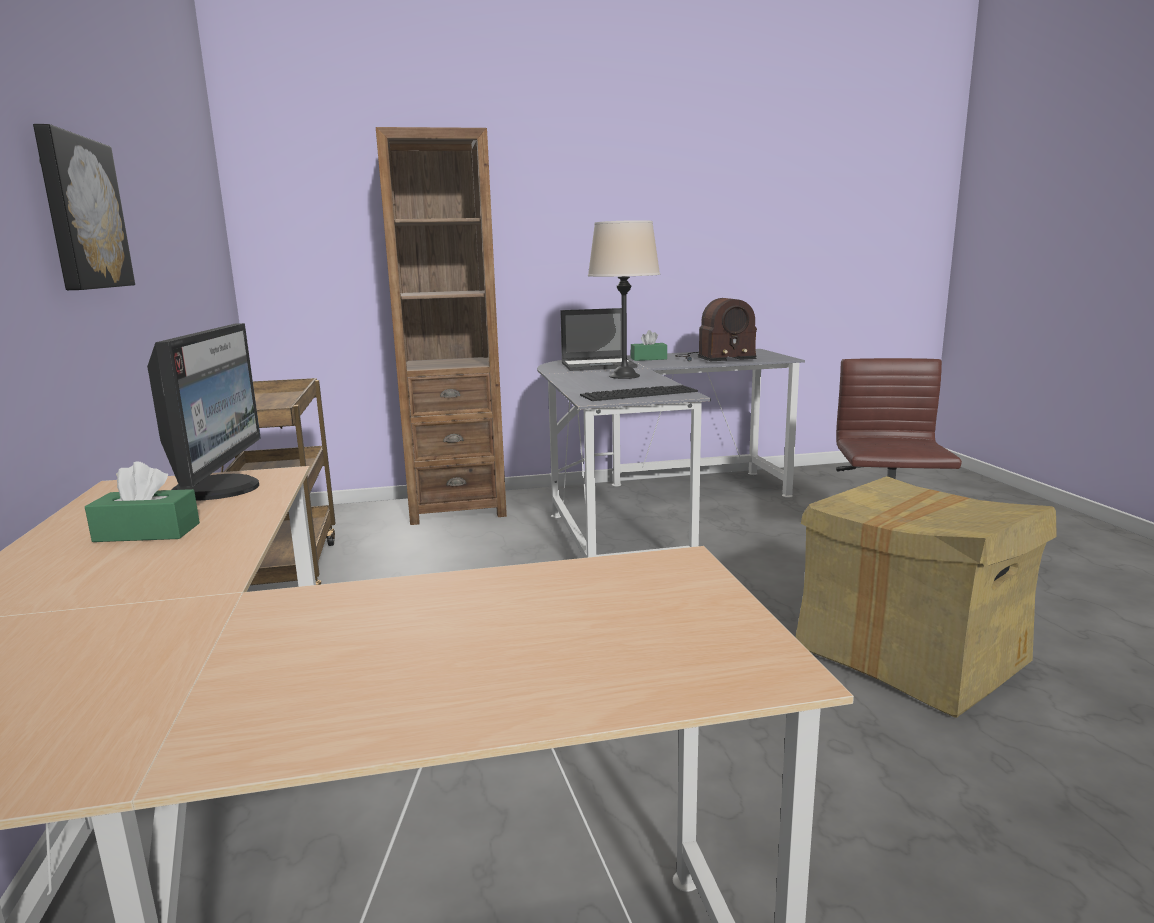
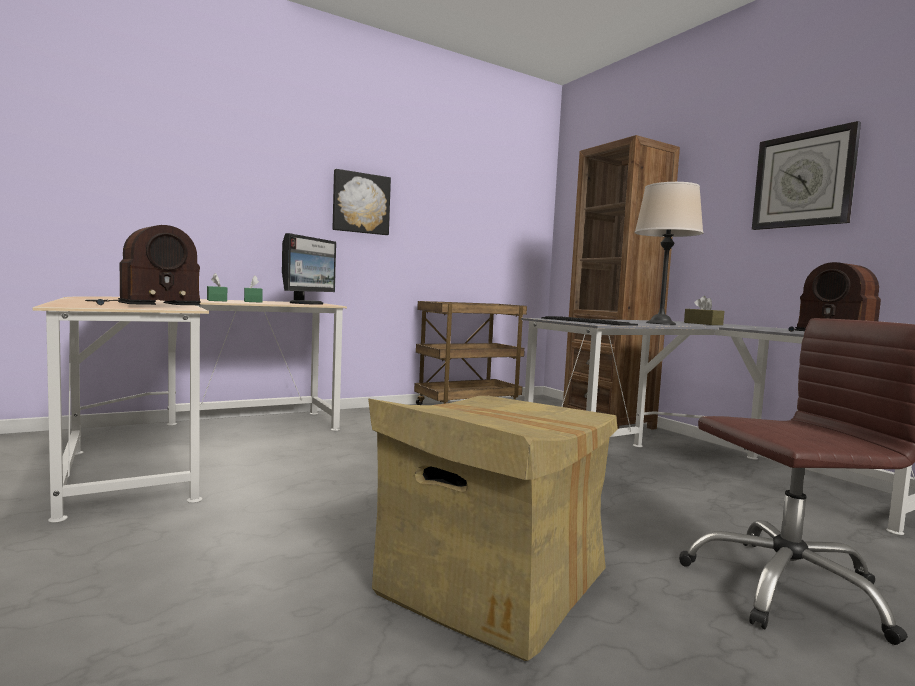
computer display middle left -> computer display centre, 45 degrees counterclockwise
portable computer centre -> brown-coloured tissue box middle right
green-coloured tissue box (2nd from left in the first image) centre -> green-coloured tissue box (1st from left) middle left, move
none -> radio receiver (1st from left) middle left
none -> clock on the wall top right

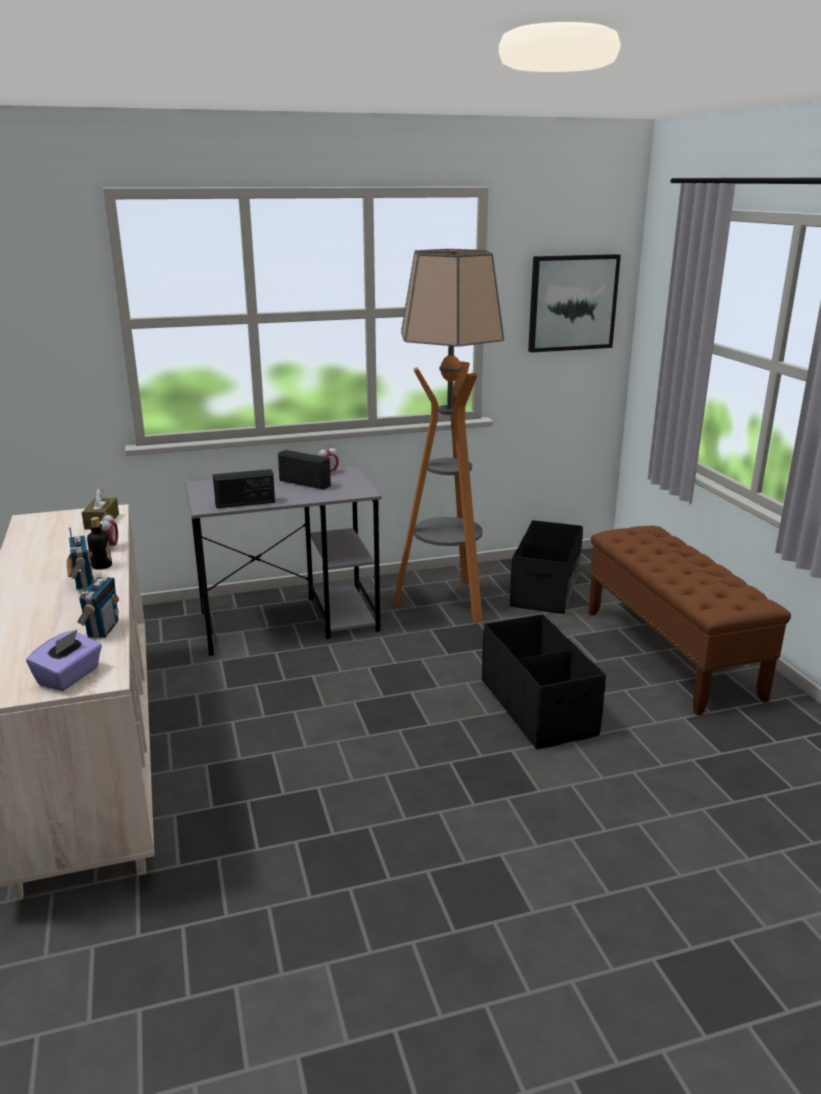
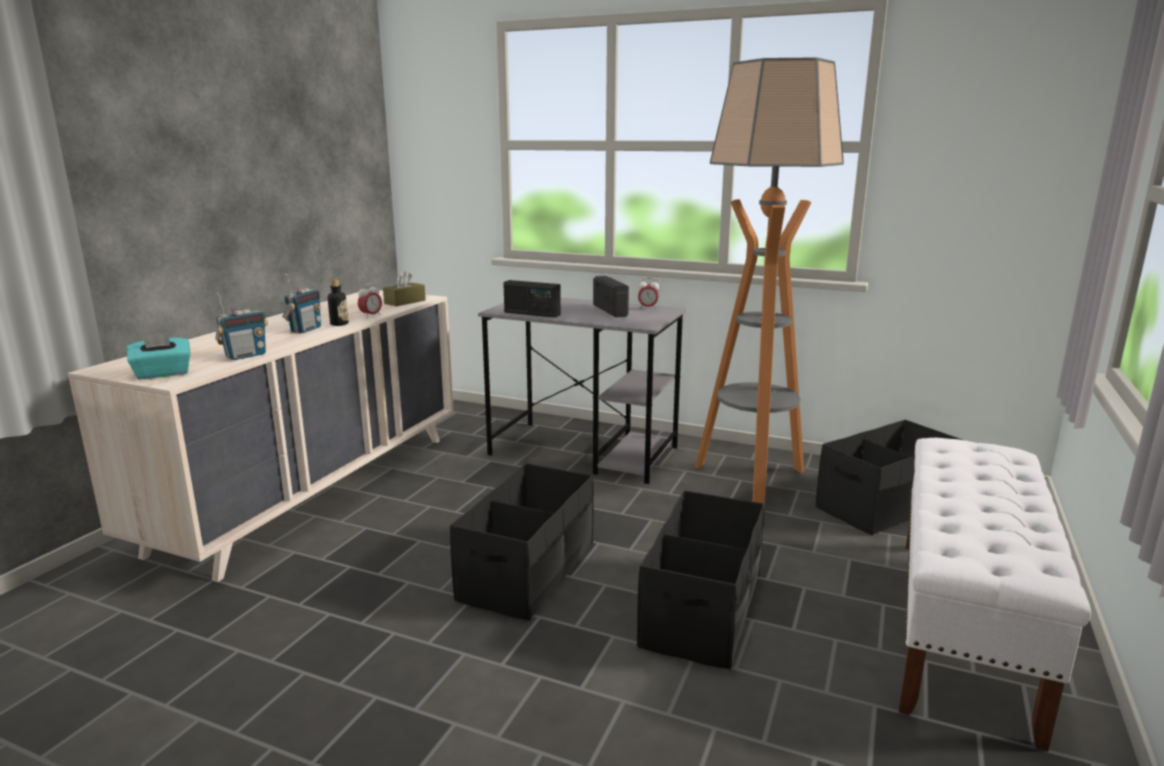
purplish tissue box middle left -> turquoise tissue box middle left
wall art top right -> none
brown-coloured long seat middle right -> white-coloured long seat bottom right
none -> black-coloured storage box (1st from left) bottom centre

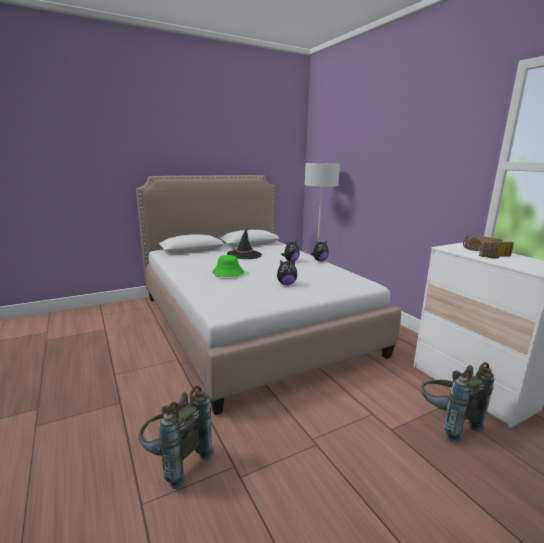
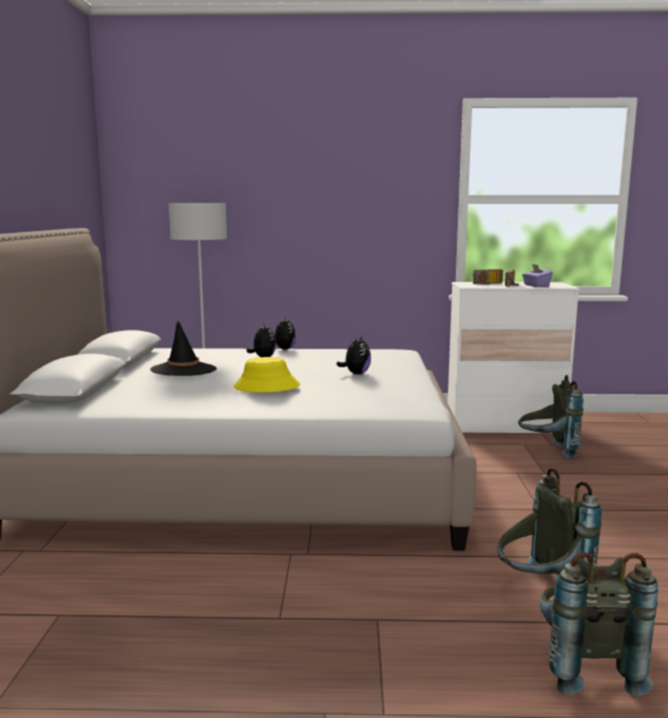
green-coloured hat centre -> yellow-coloured hat centre
none -> purplish tissue box middle right
none -> gray knapsack (3rd from left) bottom right

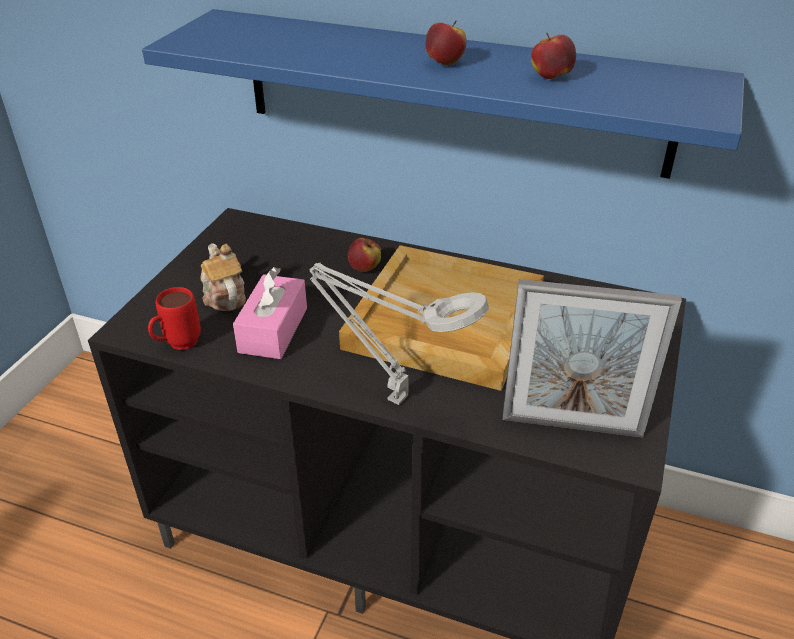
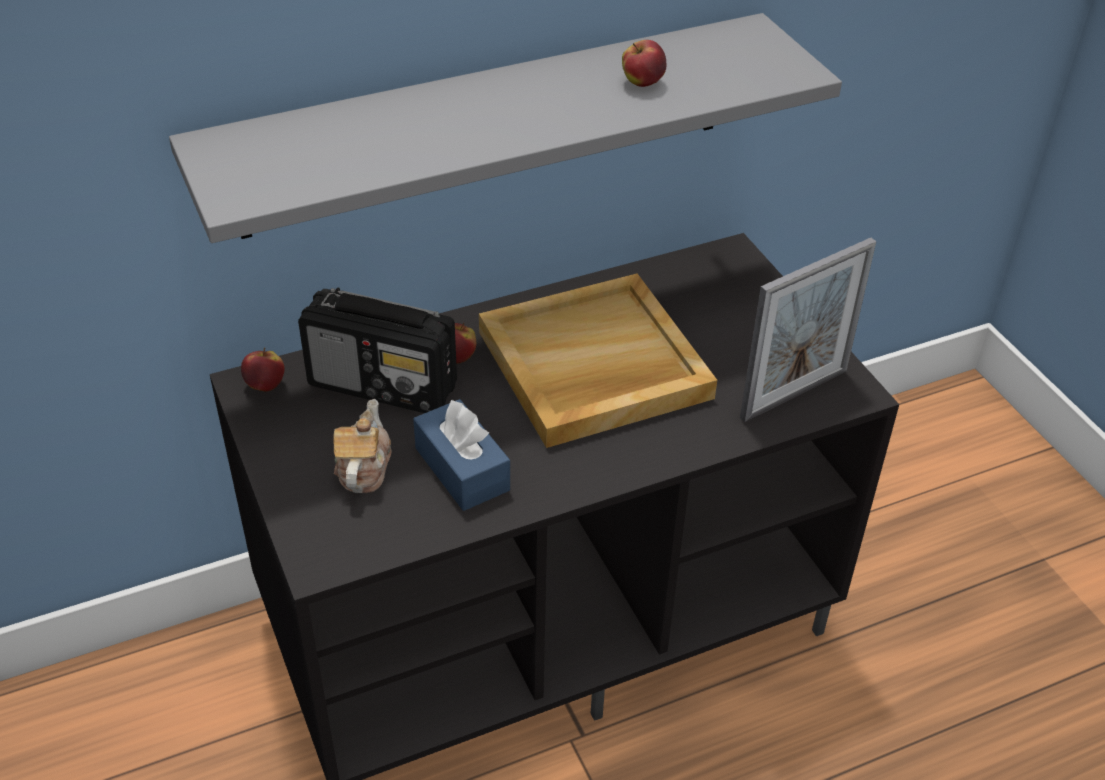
blue-coloured shelf top centre -> gray shelf top centre
reddish tea mug middle left -> none
pot for tea middle left, 75 degrees clockwise
pink tissue box centre -> blue-coloured tissue box centre
gray table lamp centre -> none
apple (2nd from left in the first image) top centre -> apple (1st from left) middle left, move
none -> radio receiver centre

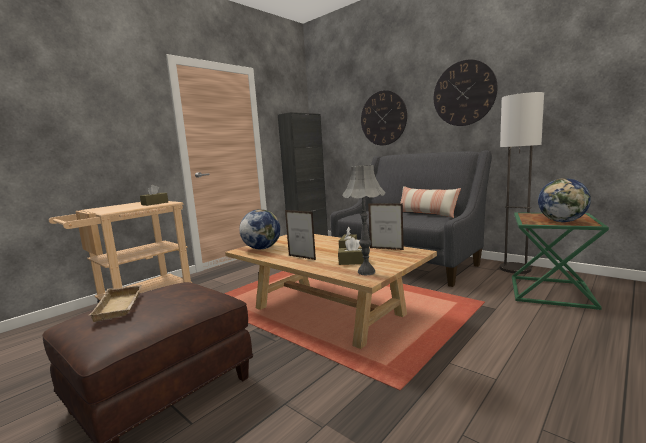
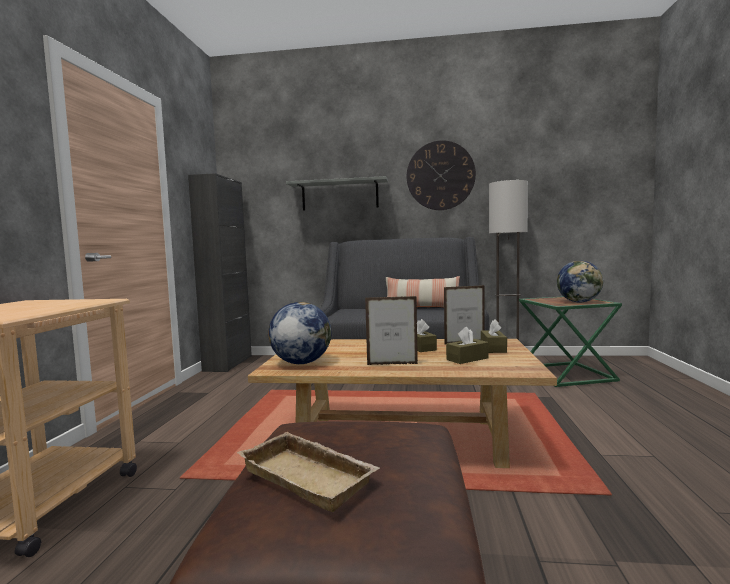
brown-coloured tissue box (1st from left in the first image) middle left -> brown-coloured tissue box (3rd from left) middle right, move
gray table lamp centre -> none
clock on the wall (1st from left) top centre -> gray shelf top centre

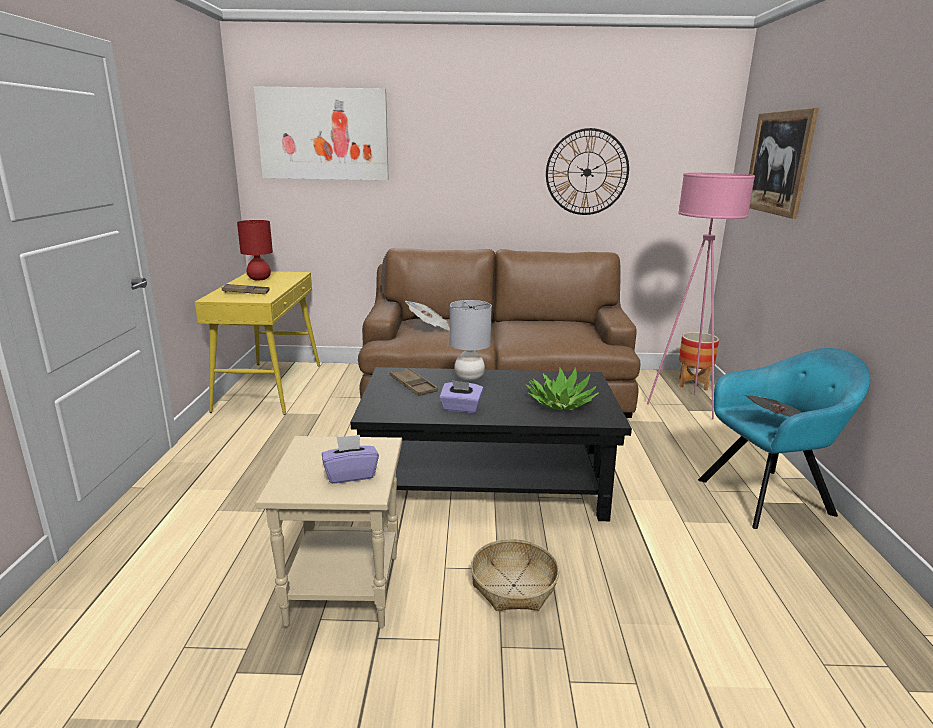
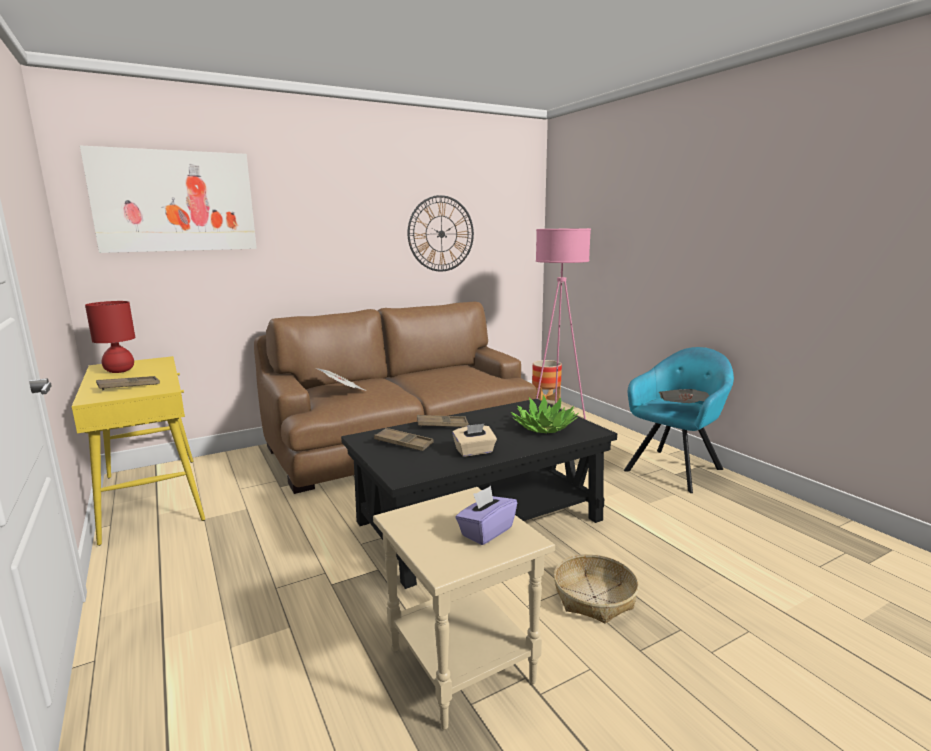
purplish tissue box (2nd from left) centre -> beige-coloured tissue box centre
gray table lamp centre -> brown-coloured tray (3rd from left) centre
wall art (2nd from left) top right -> none

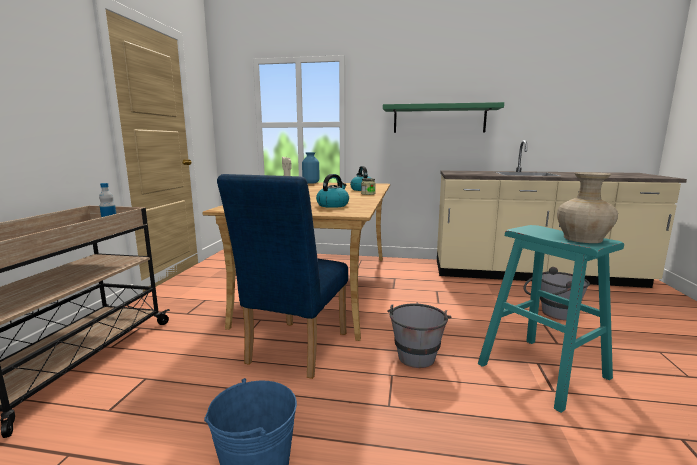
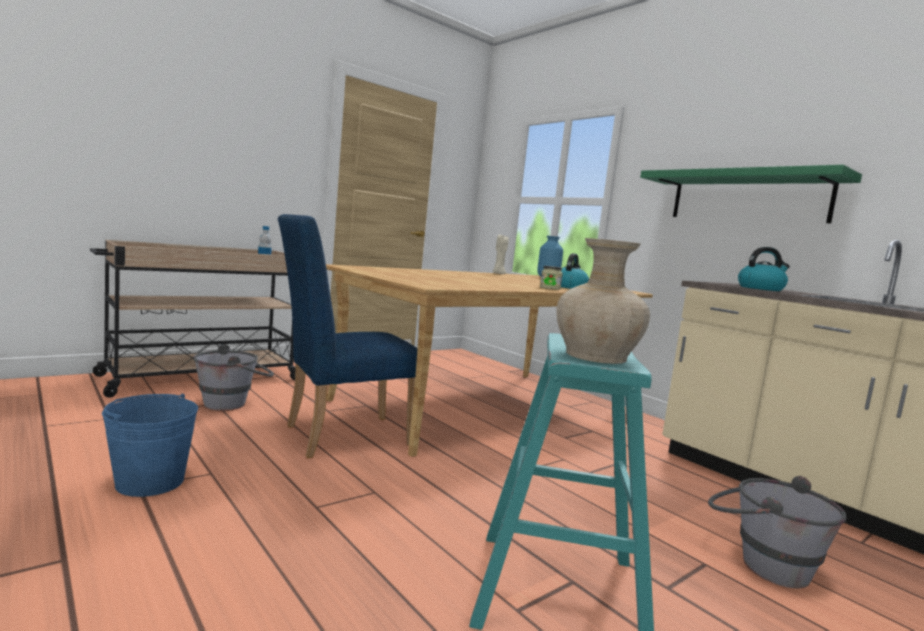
kettle (1st from left in the first image) centre -> kettle (2nd from left) middle right, move
gray pail (1st from left) bottom centre -> gray pail (1st from left) middle left, move

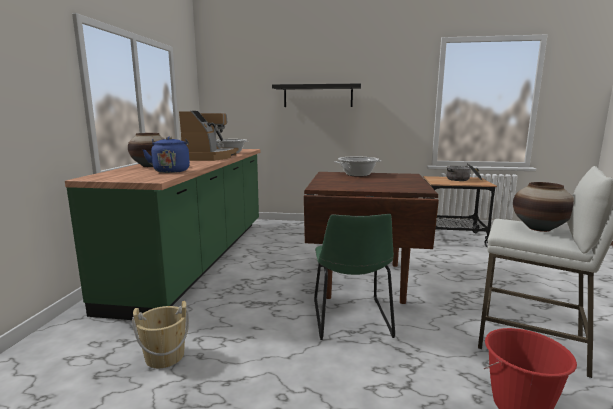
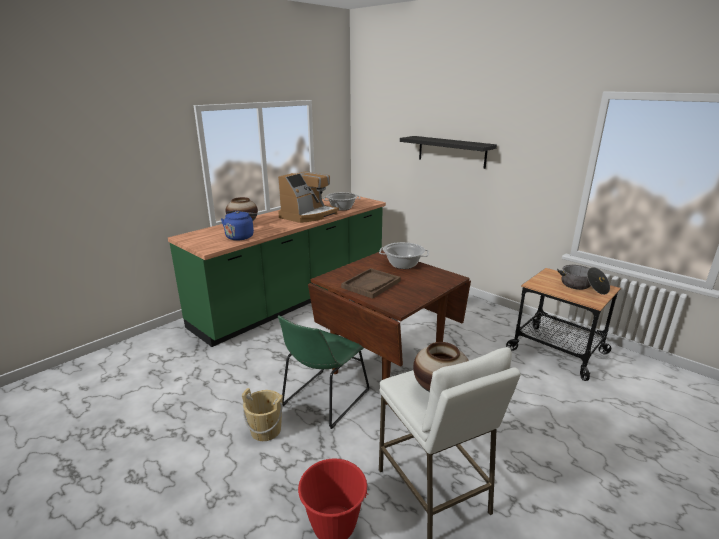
beige-coloured pail bottom left -> beige-coloured pail bottom centre, move
none -> brown-coloured tray centre

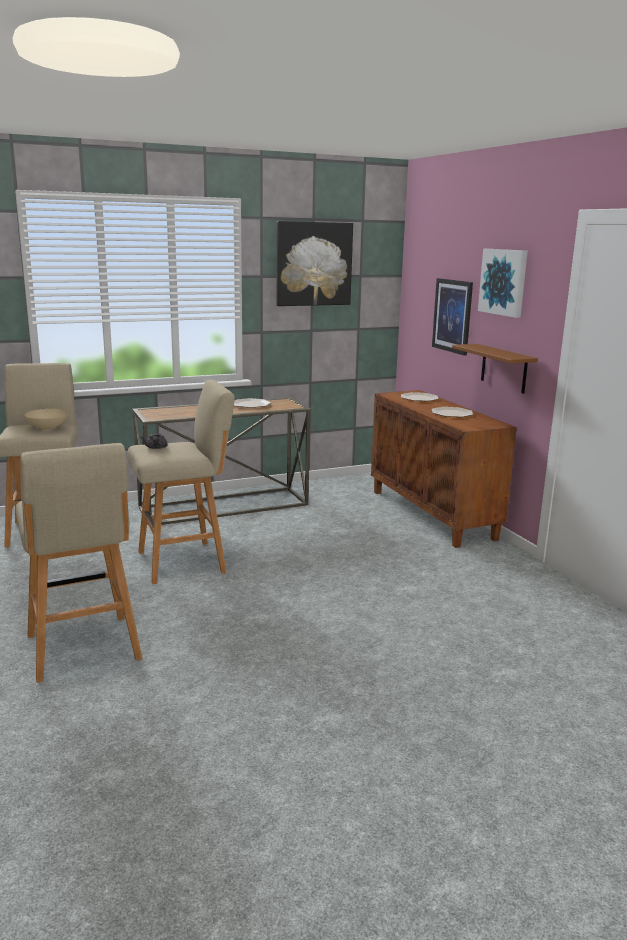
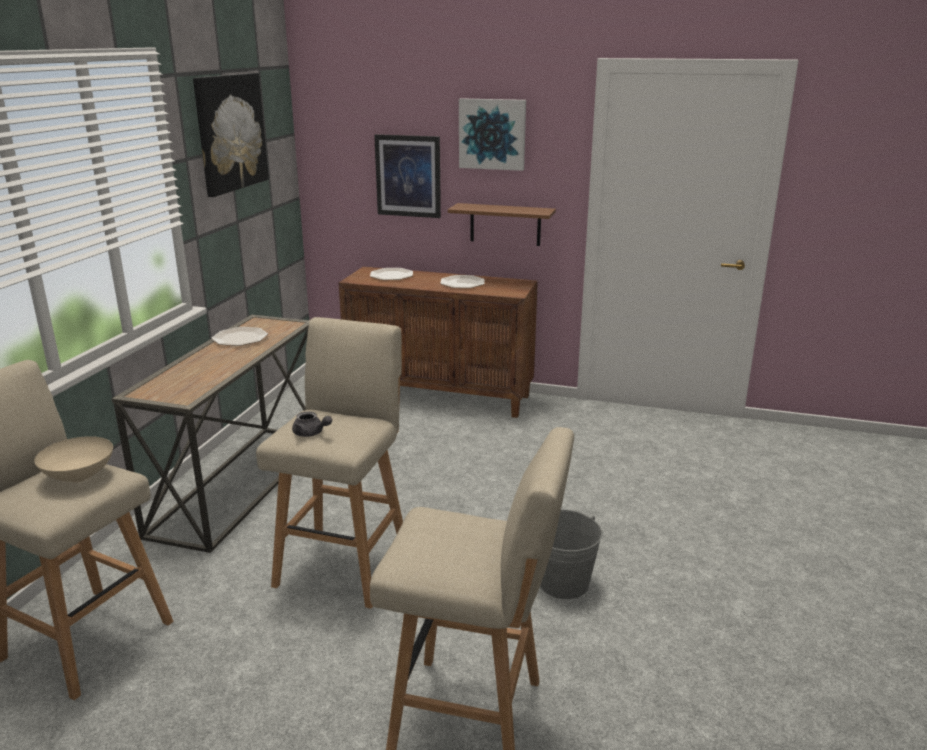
none -> gray pail bottom centre

